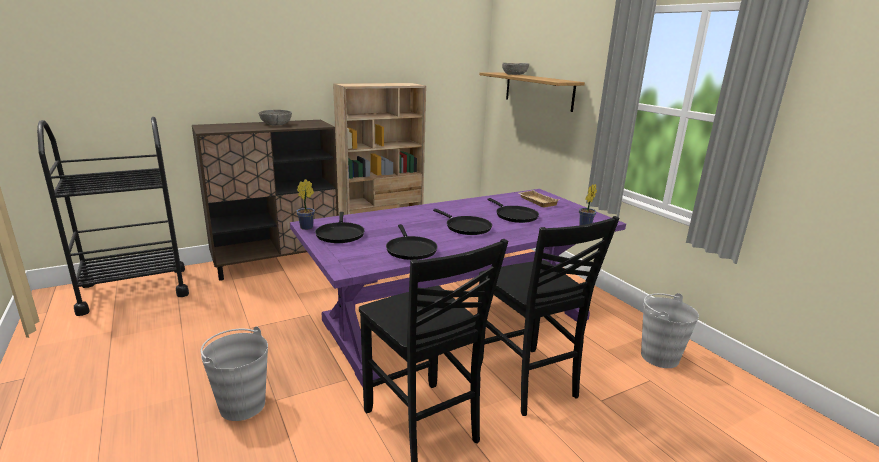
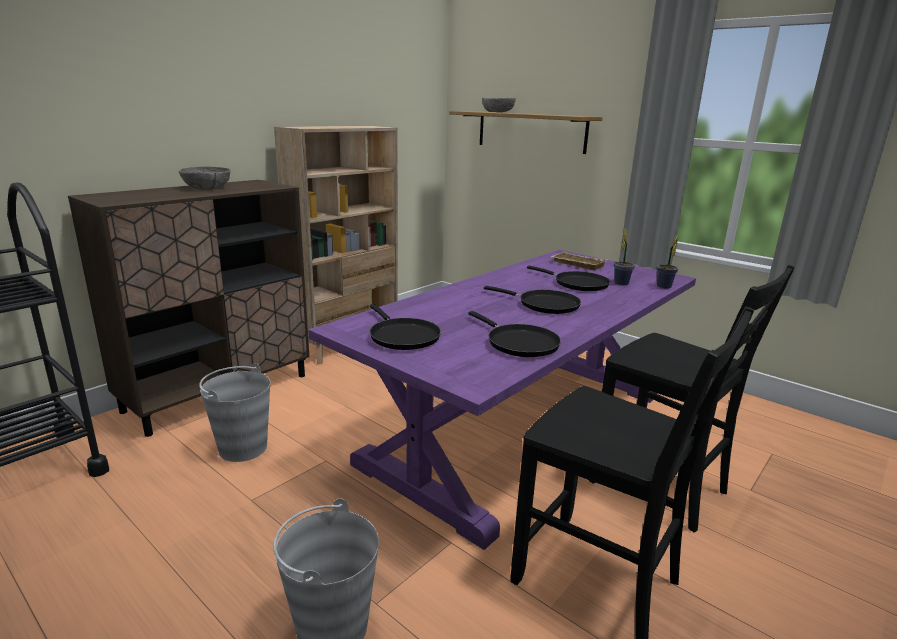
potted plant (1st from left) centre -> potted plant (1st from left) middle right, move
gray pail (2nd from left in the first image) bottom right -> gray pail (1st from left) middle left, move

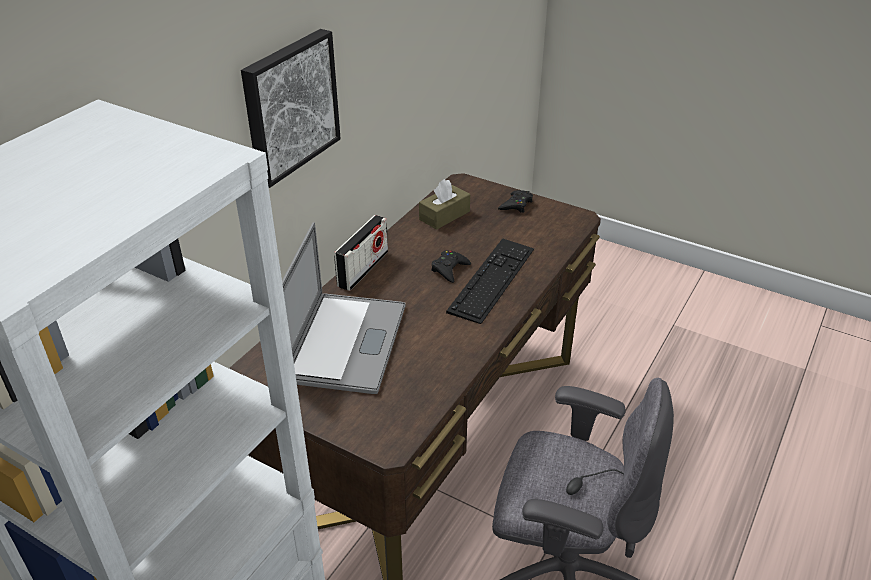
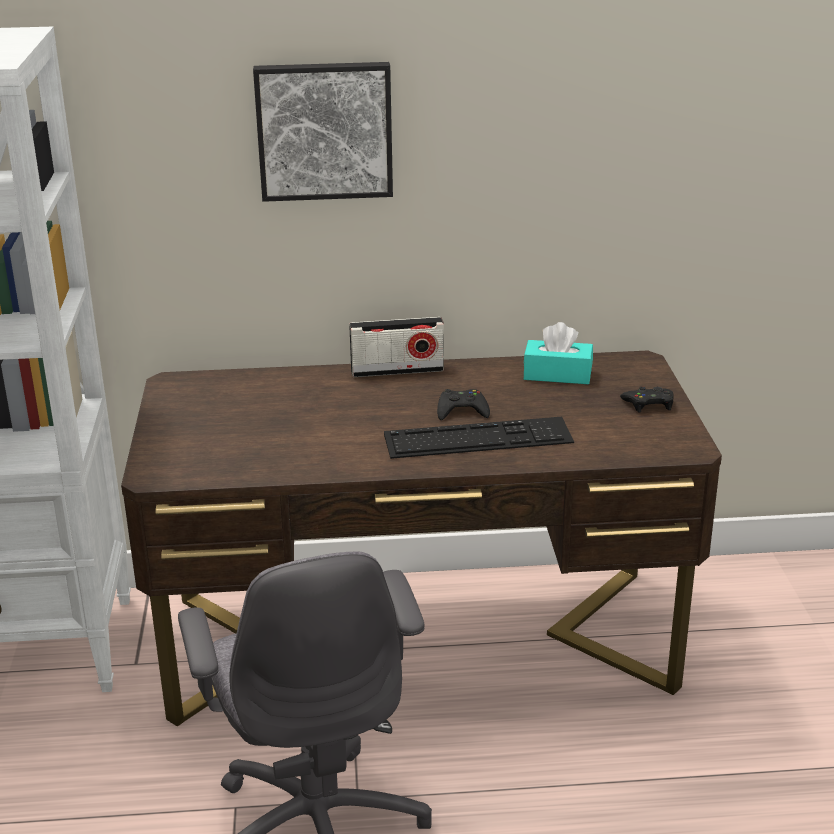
portable computer centre -> none
brown-coloured tissue box centre -> turquoise tissue box middle right

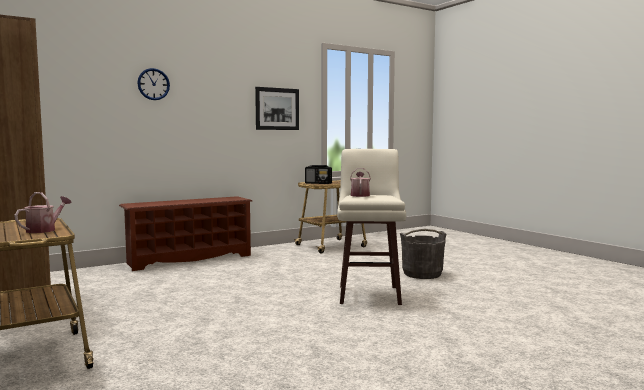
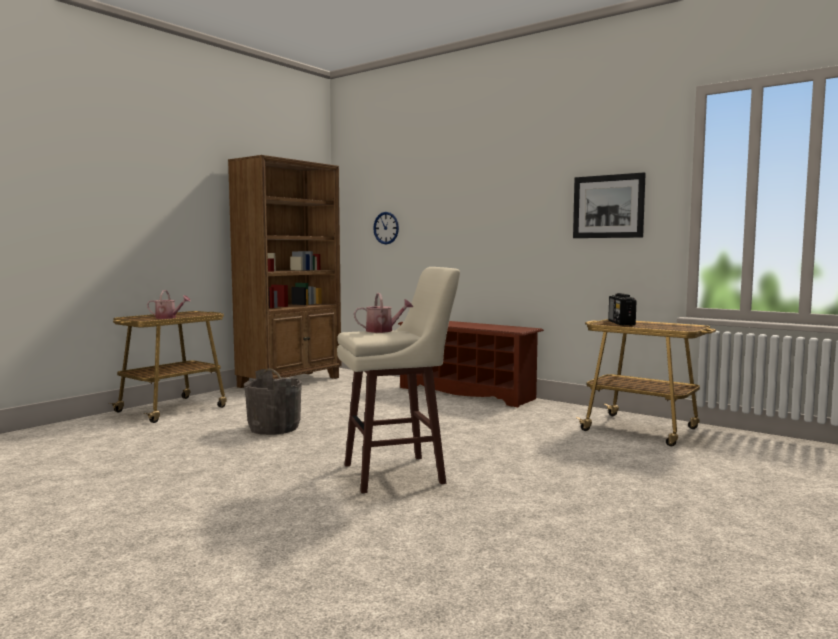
clock on the wall top left -> clock on the wall centre, move
gray pail centre -> gray pail middle left, move

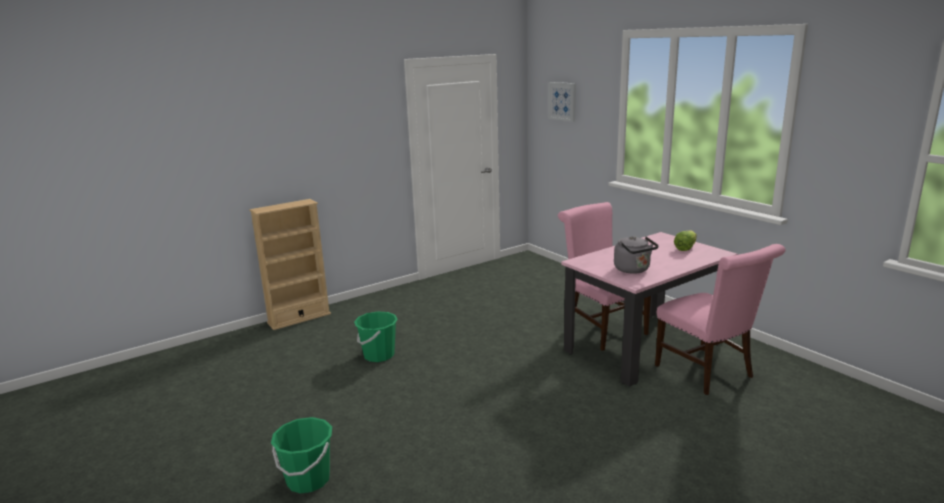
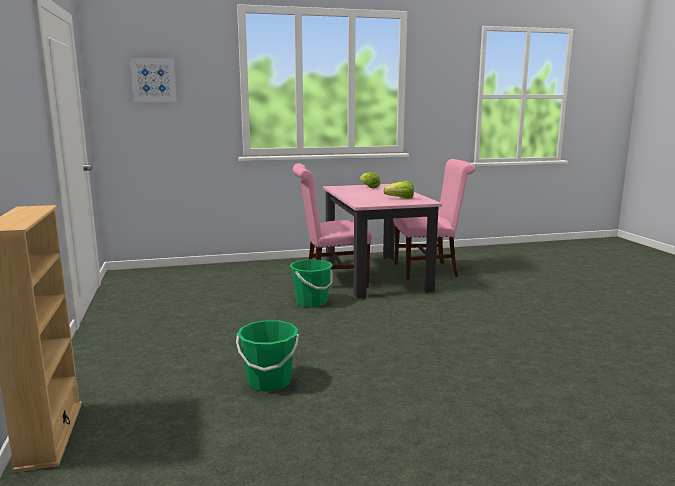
green-coloured pail (1st from left in the first image) bottom left -> green-coloured pail (2nd from left) centre, move
gray kettle middle right -> lettuce head (2nd from left) centre

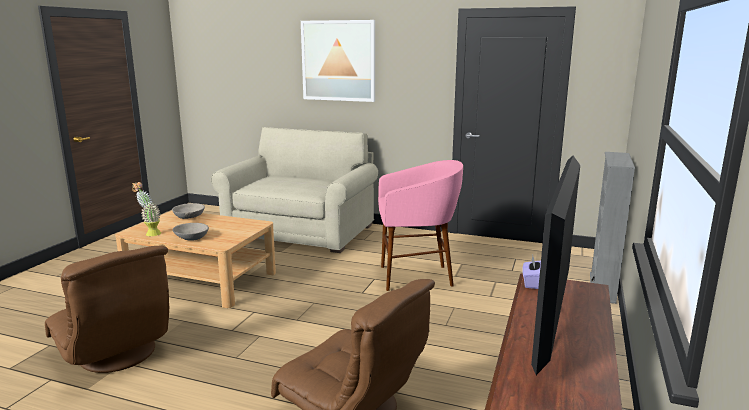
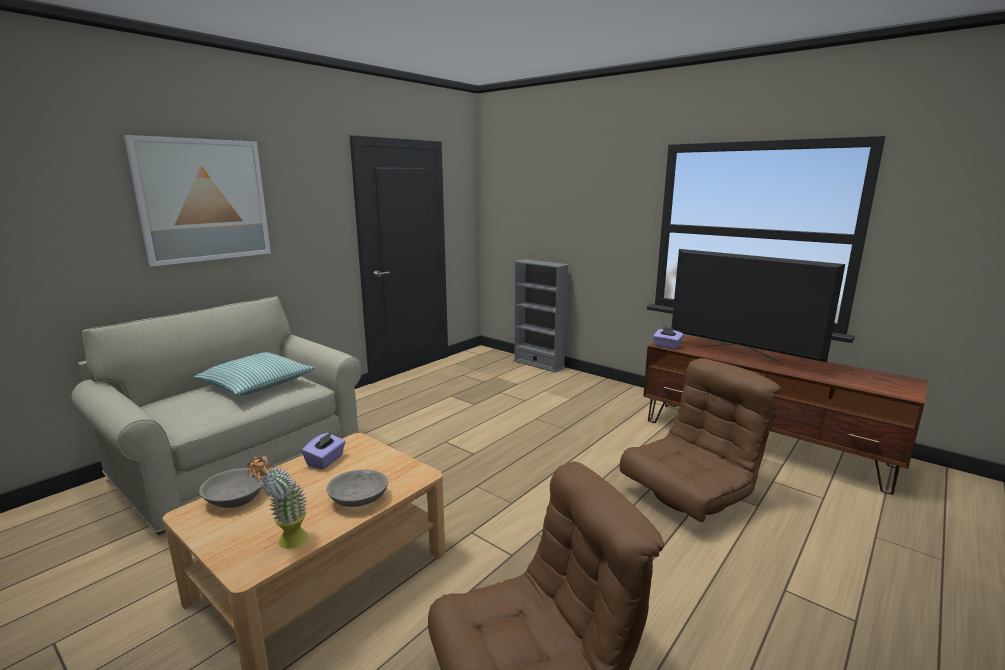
pink stool centre -> none
none -> throw pillow middle left
none -> purplish tissue box (1st from left) bottom left

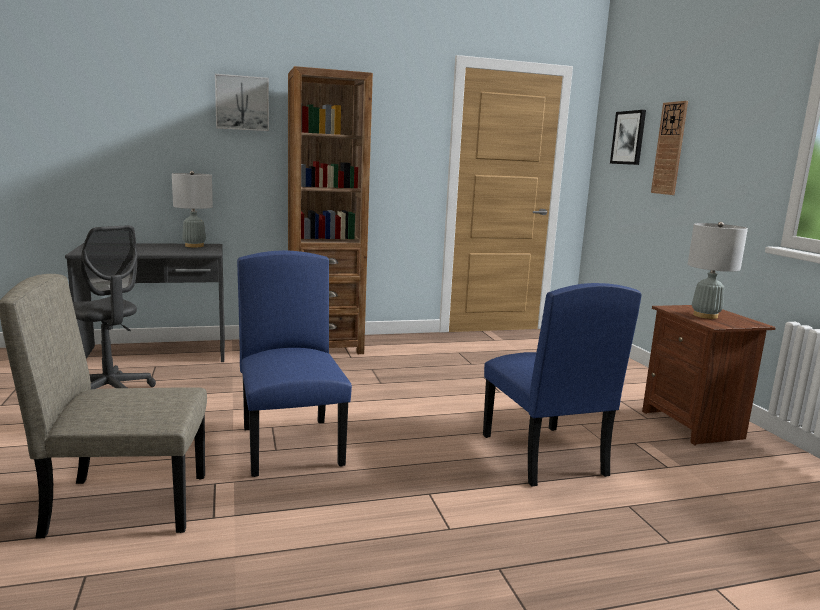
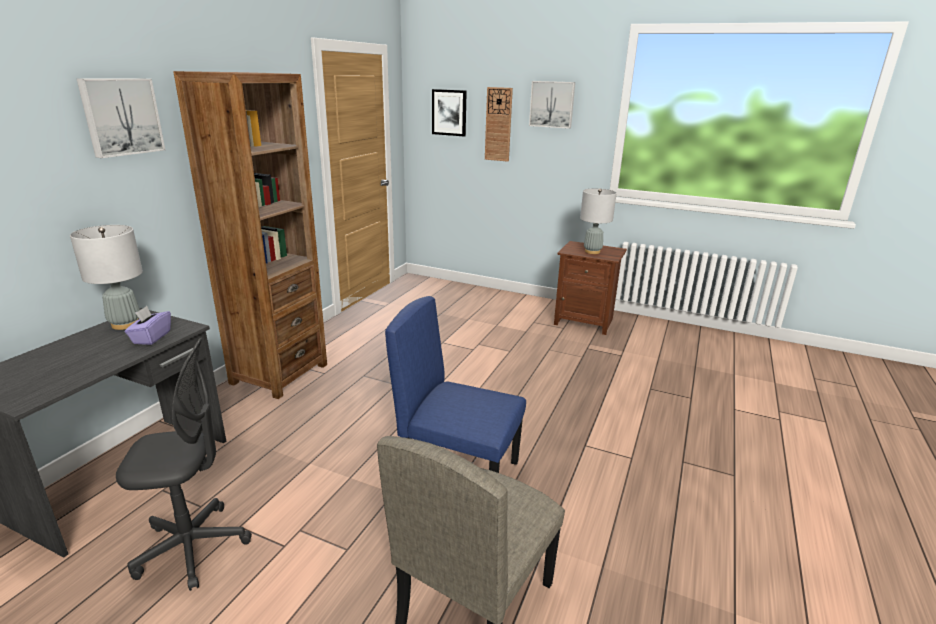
blue-coloured chair (2nd from left) middle right -> none
none -> purplish tissue box middle left
none -> wall art (3rd from left) top centre

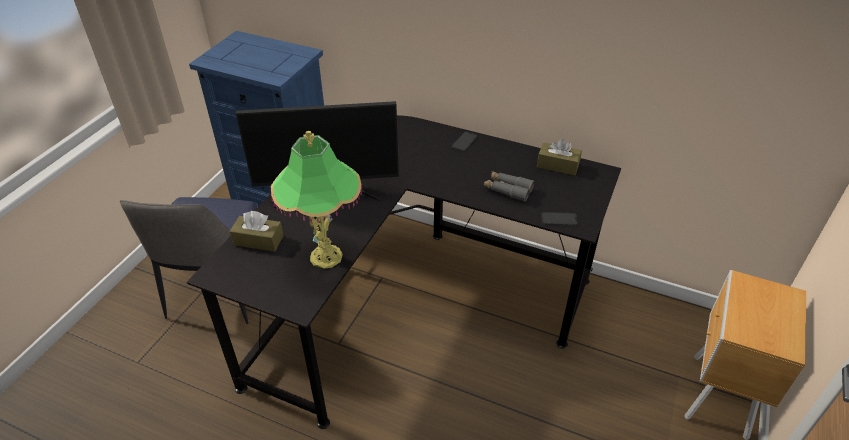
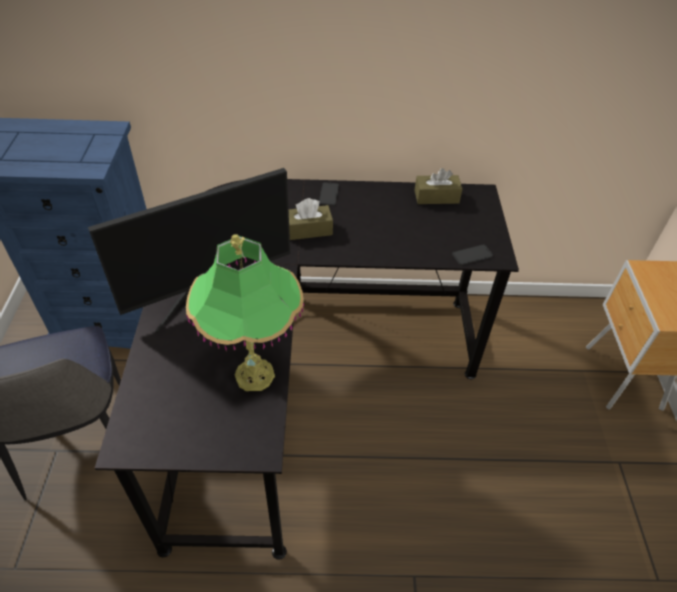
brown-coloured tissue box (1st from left) middle left -> brown-coloured tissue box (1st from left) centre, move
gray field glasses centre -> none

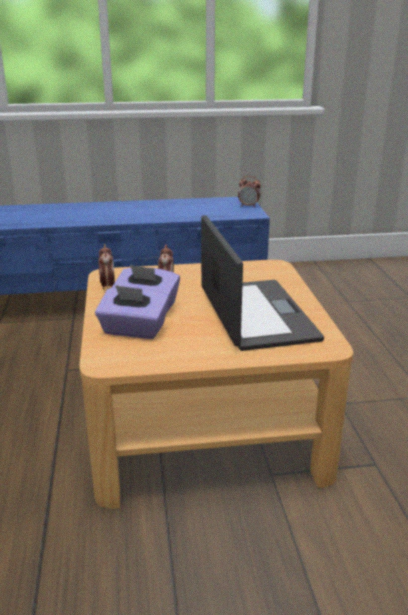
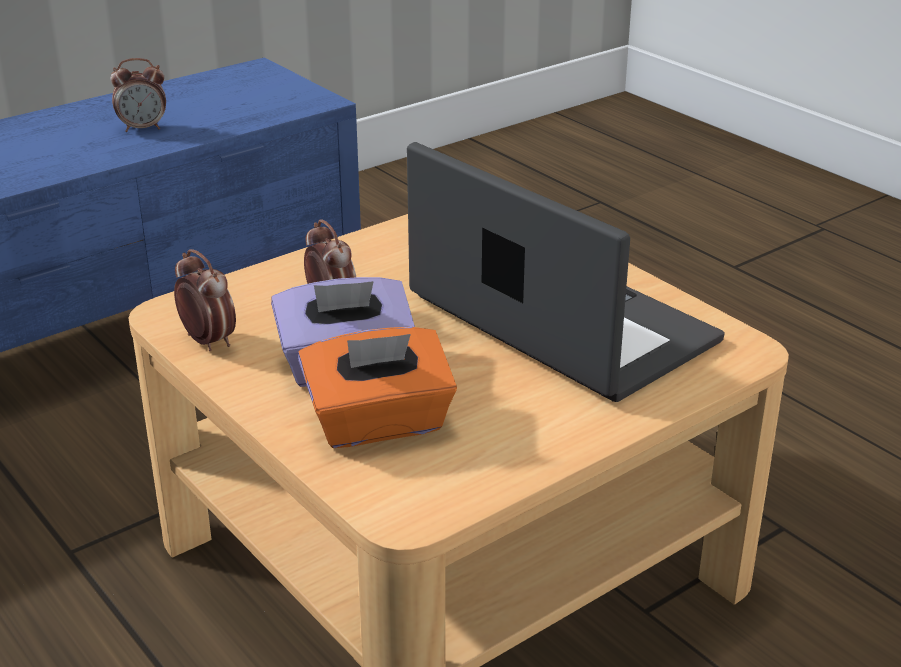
purplish tissue box (1st from left) middle left -> orange tissue box centre
alarm clock (3rd from left in the first image) top centre -> alarm clock (1st from left) top left, move

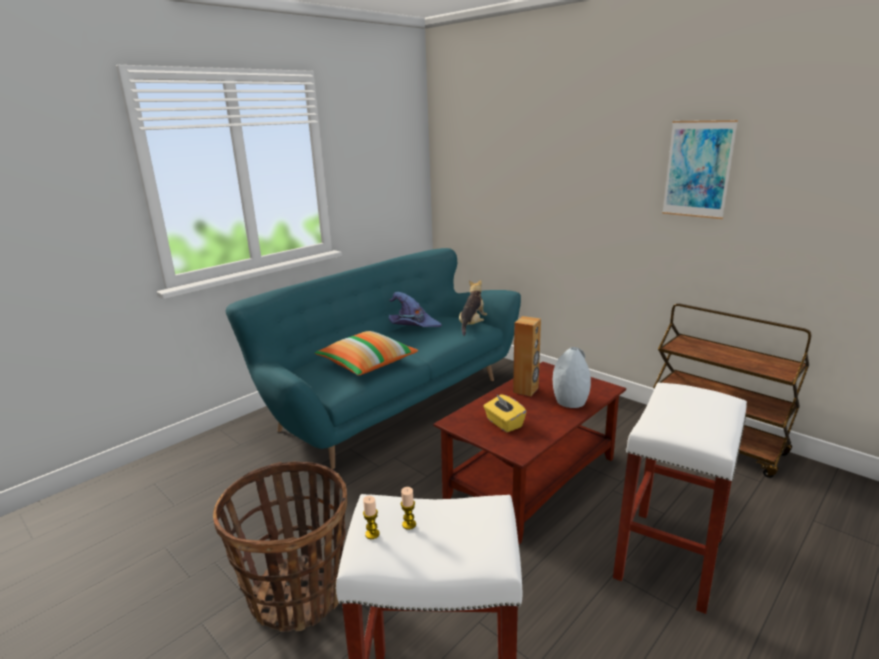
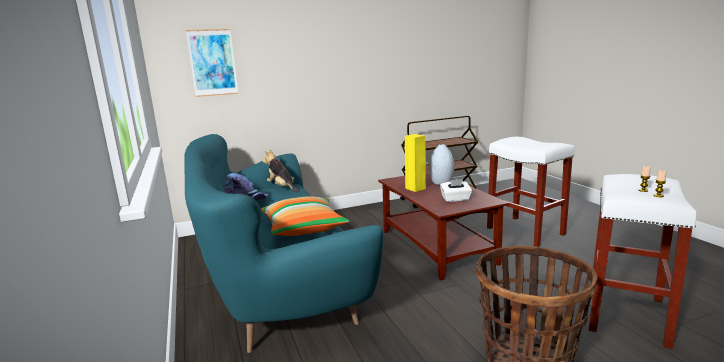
yellow-coloured tissue box centre -> white-coloured tissue box centre
brown-coloured audio speaker centre -> yellow-coloured audio speaker centre
wall art top right -> wall art top left, move

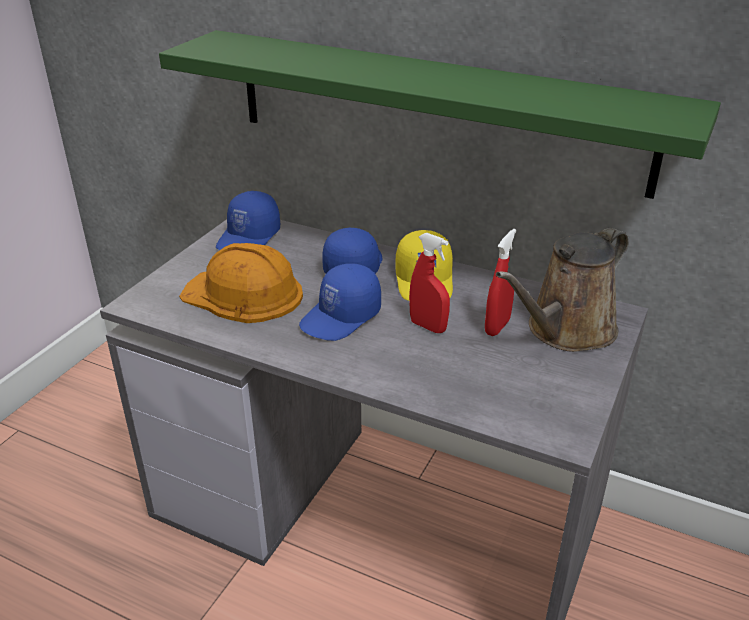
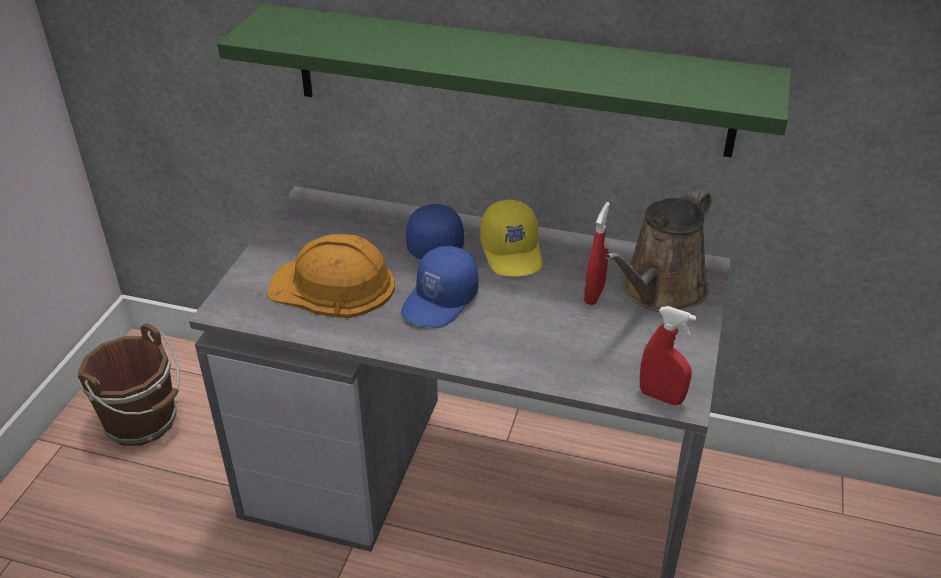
blue-coloured cap (1st from left) middle left -> none
reddish sprayer (1st from left in the first image) centre -> reddish sprayer (2nd from left) middle right, move
none -> brown-coloured pail middle left

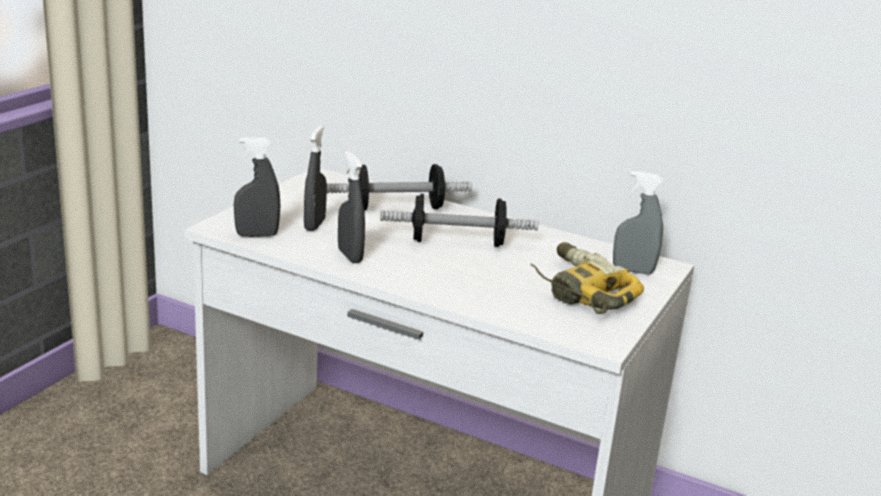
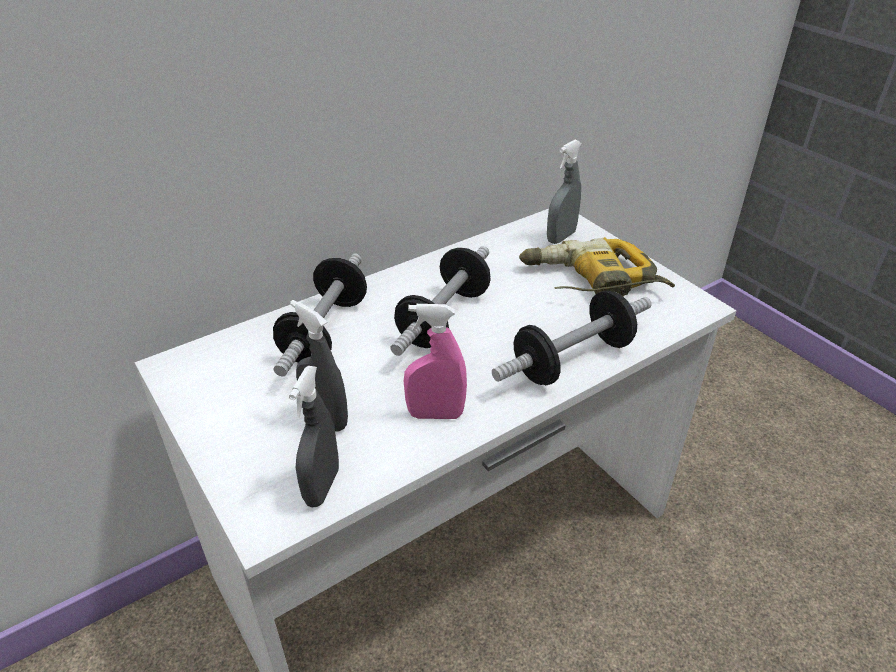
gray sprayer (3rd from left) centre -> pink sprayer centre
none -> dumbbell (3rd from left) centre

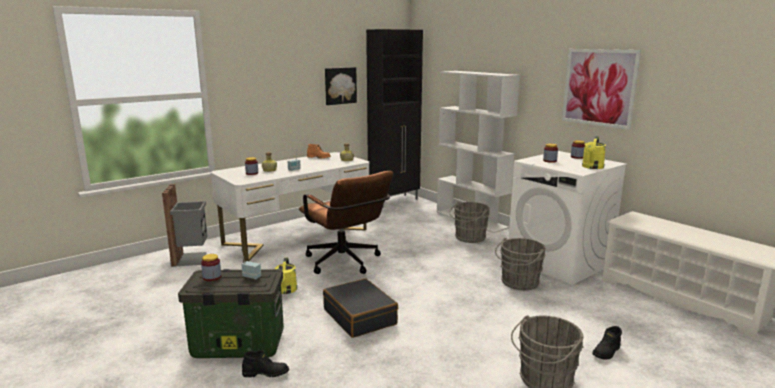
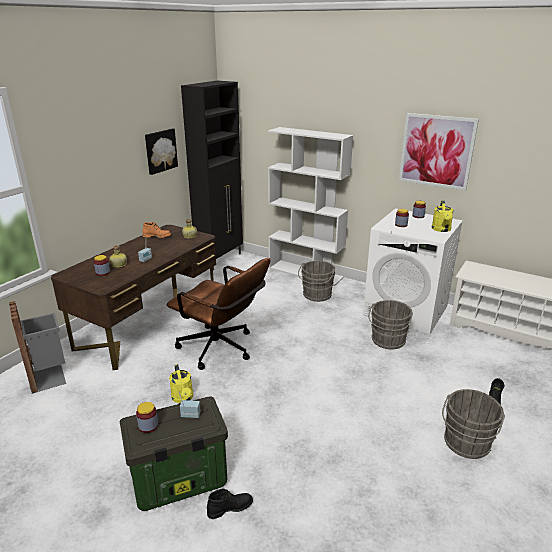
white-coloured desk unit centre -> brown-coloured desk unit middle left
black-coloured suitcase bottom centre -> none

